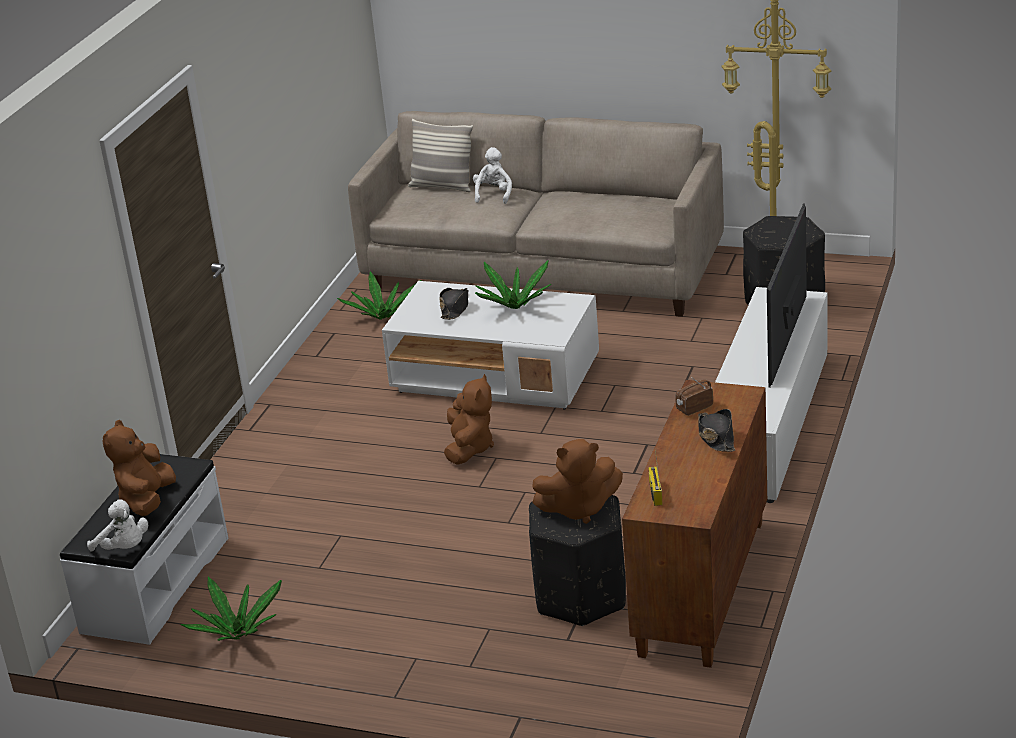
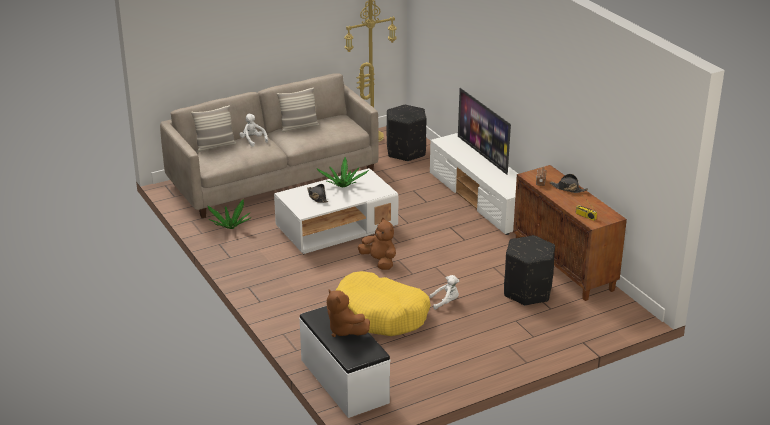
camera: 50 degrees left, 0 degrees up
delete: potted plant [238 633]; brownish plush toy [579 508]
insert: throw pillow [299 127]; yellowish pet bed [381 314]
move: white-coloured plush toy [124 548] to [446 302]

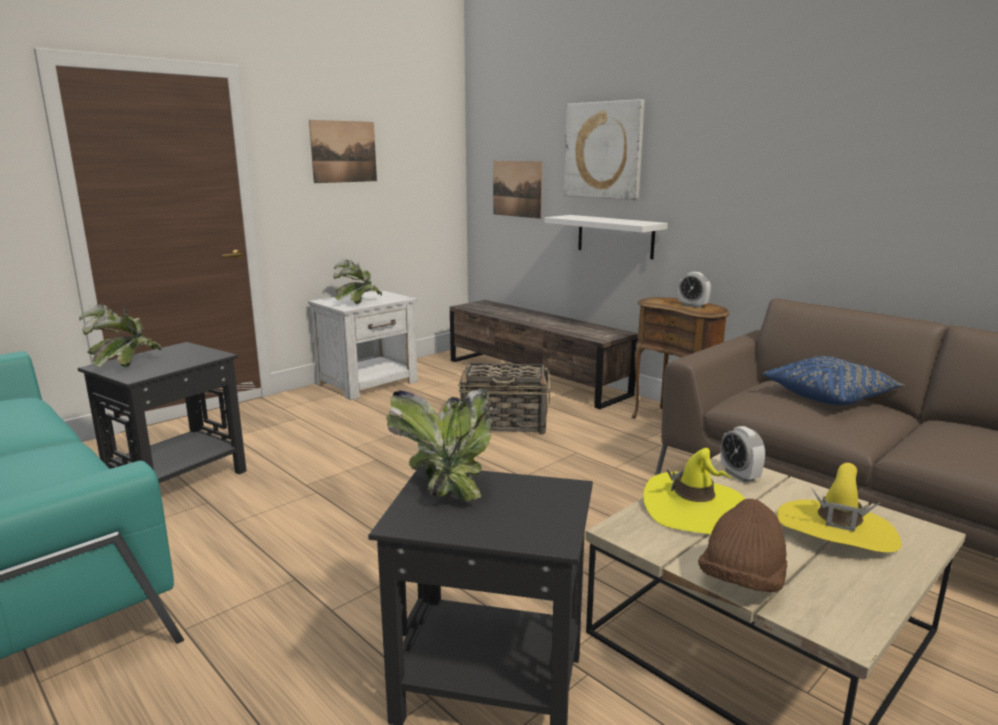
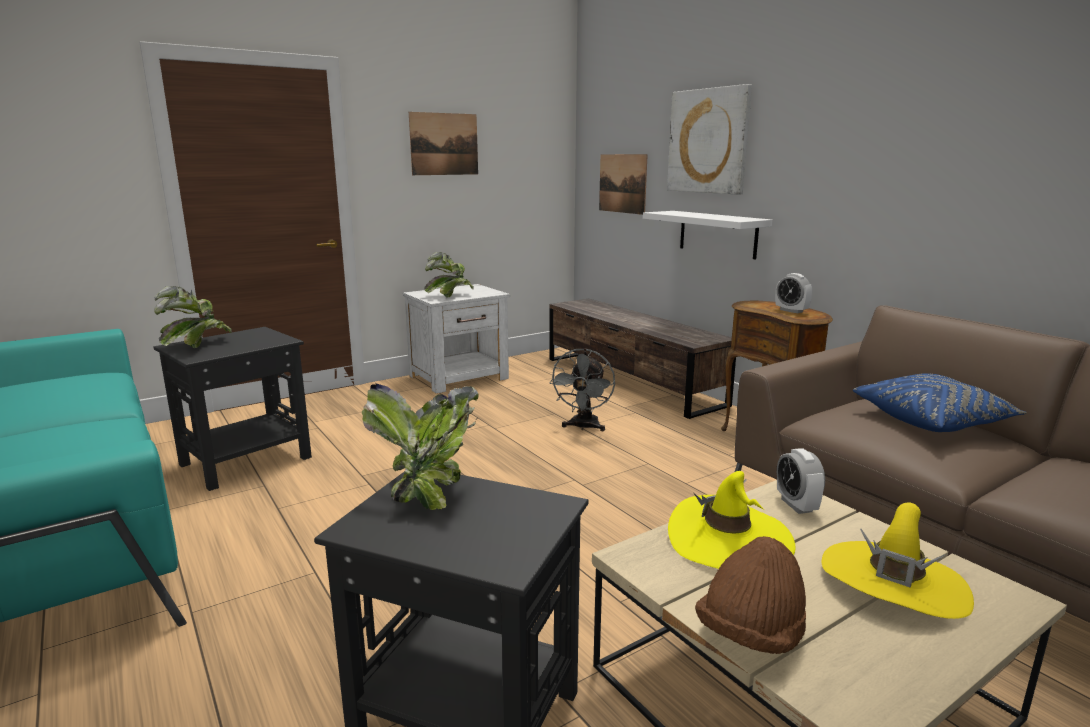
camera: 10 degrees right, 0 degrees up
replace: basket [506 423] to greyish electric fan [583 427]

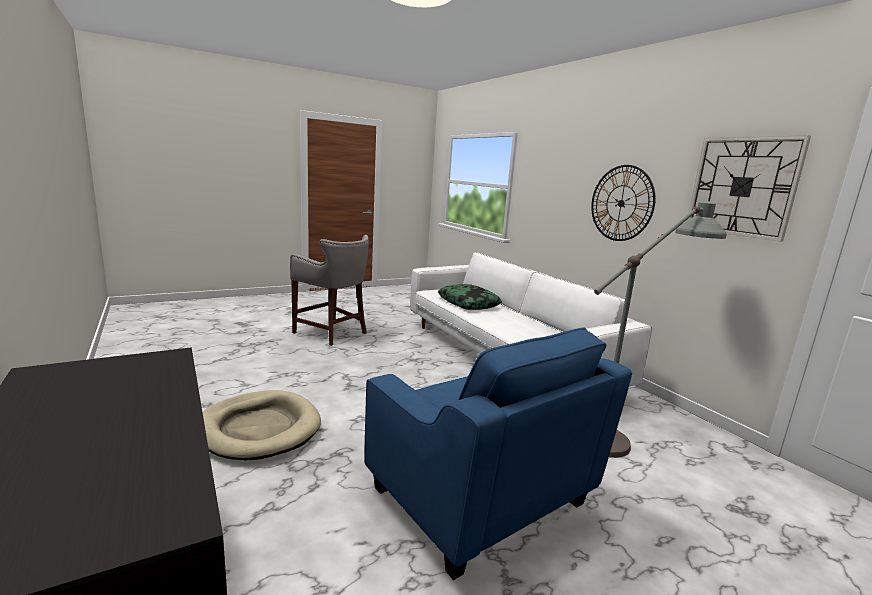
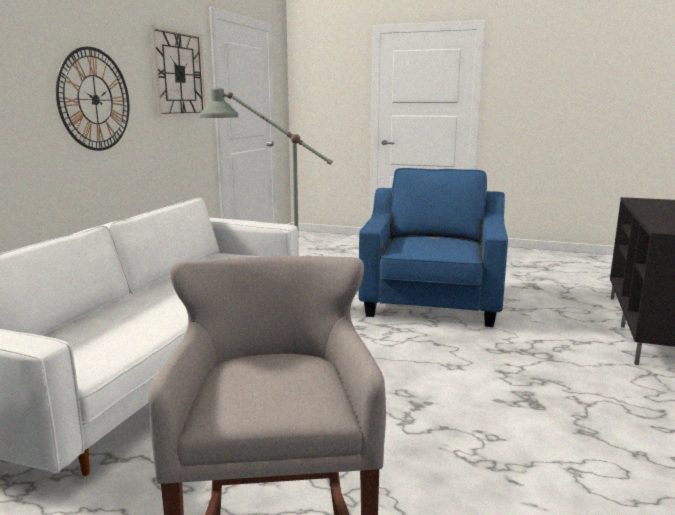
camera: 130 degrees left, 0 degrees up
delete: sand-coloured pet bed [259 428]; throw pillow [468 303]

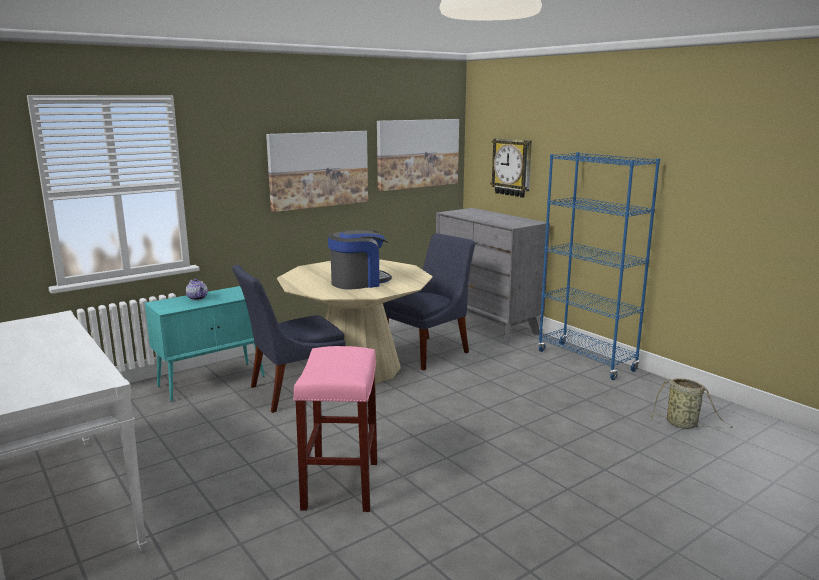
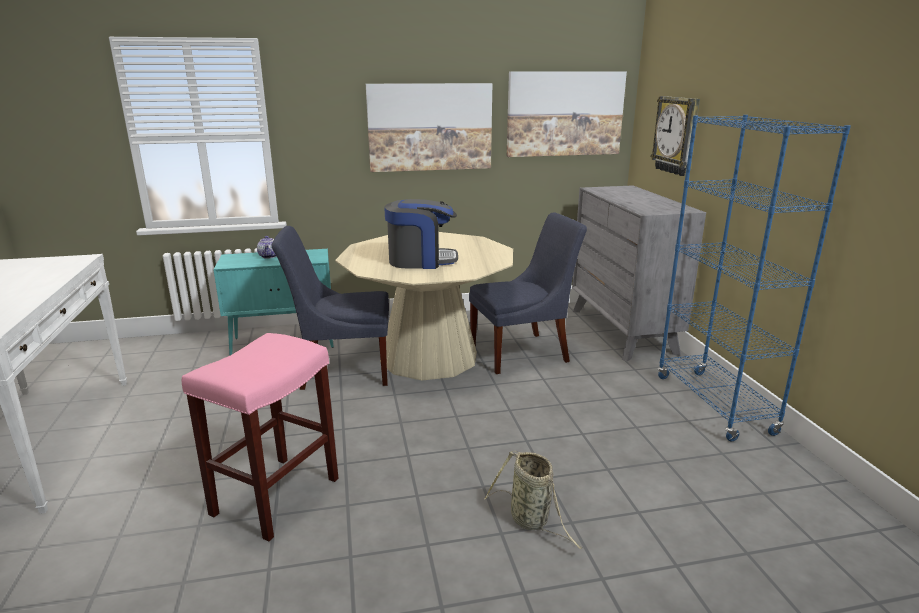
camera: 25 degrees right, 5 degrees up
move: basket [684 425] to [531 521]

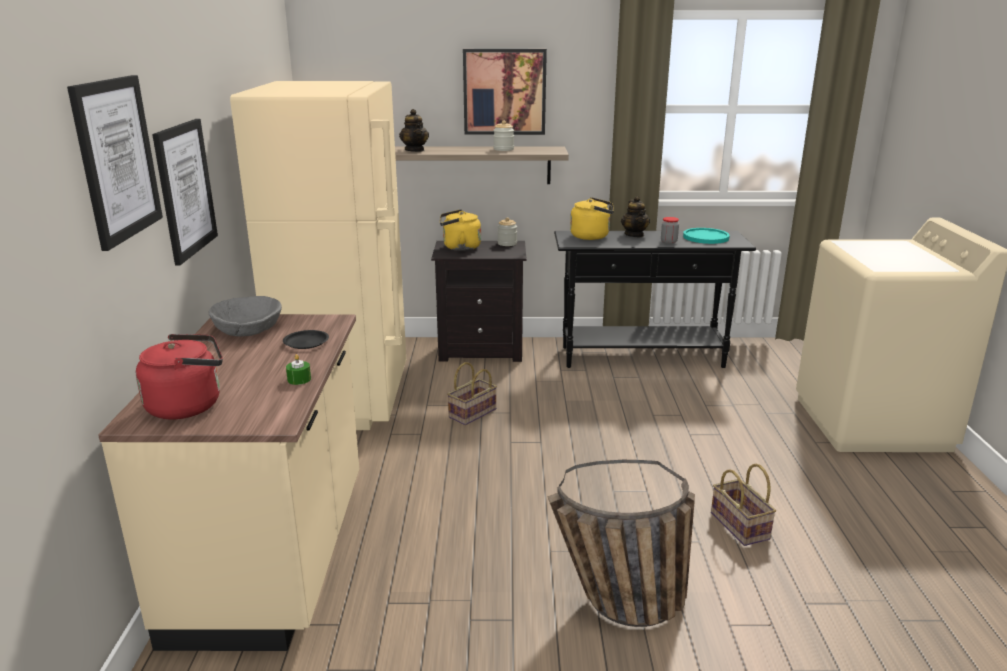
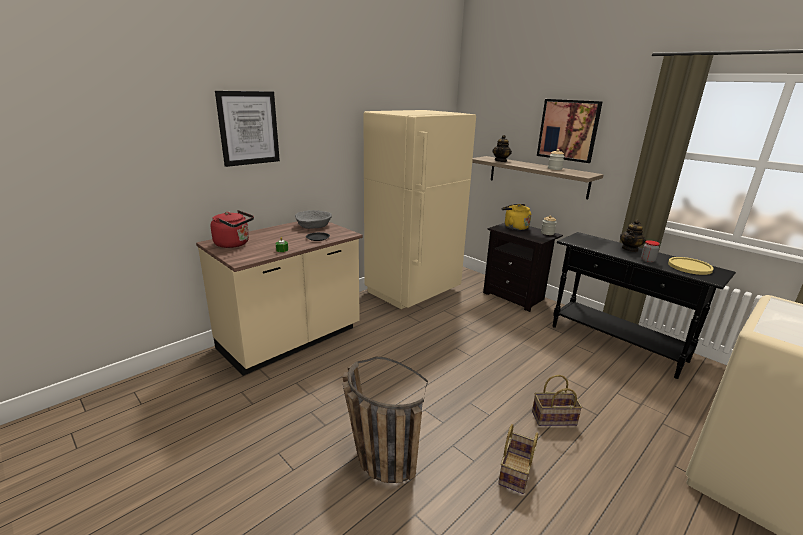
camera: 45 degrees right, 0 degrees up
delete: picture [185 189]; yellowish water kettle [592 236]
move: basket [472 414] to [553 419]
recolor: blue-green plate [705 237] to yellowish plate [689 267]

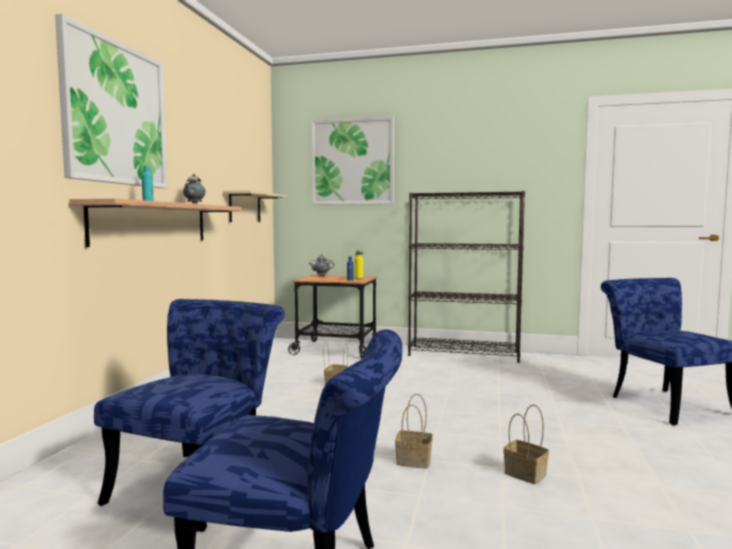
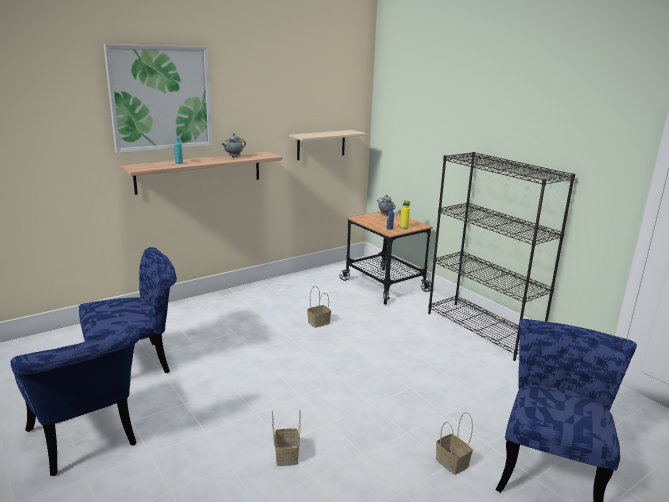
camera: 40 degrees right, 15 degrees up
delete: picture [352 162]
move: basket [415 461] to [453 463]

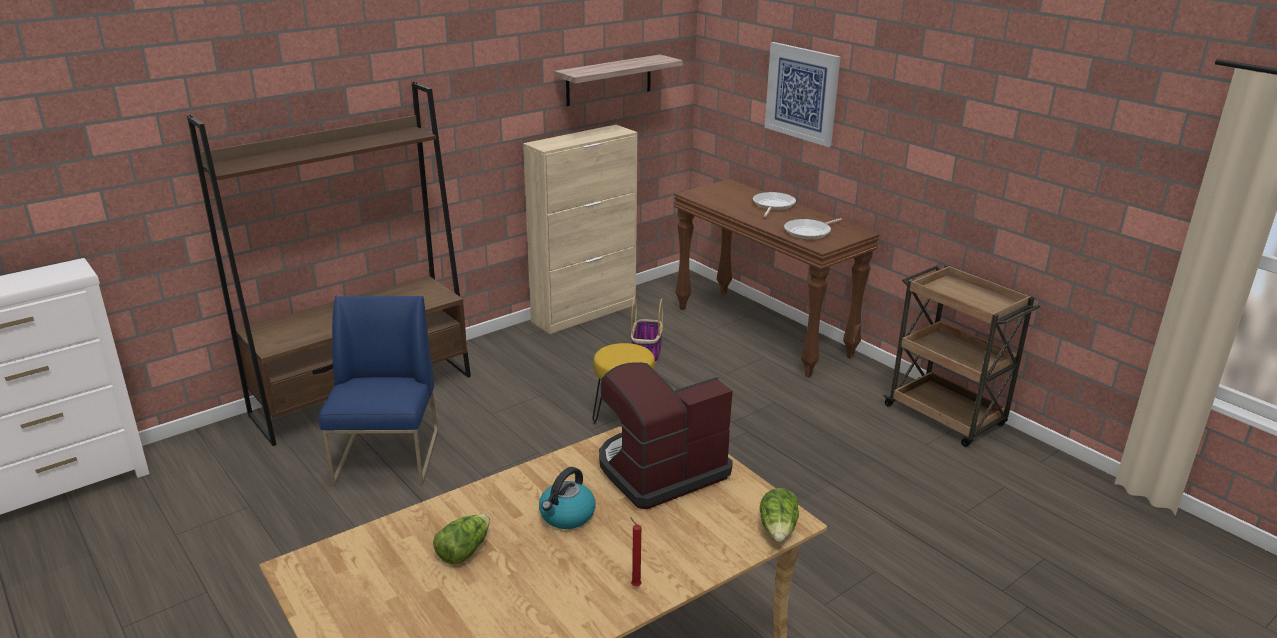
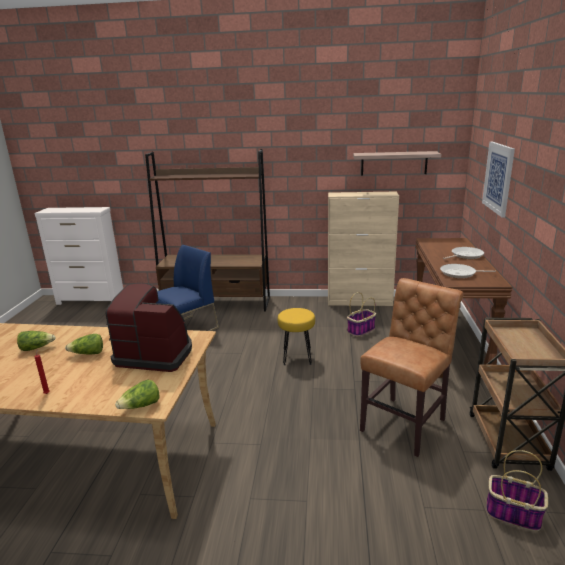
camera: 45 degrees right, 5 degrees down
insert: brownish plain chair [405 423]; basket [512 514]
replace: water kettle [566 516] to lettuce [88 354]

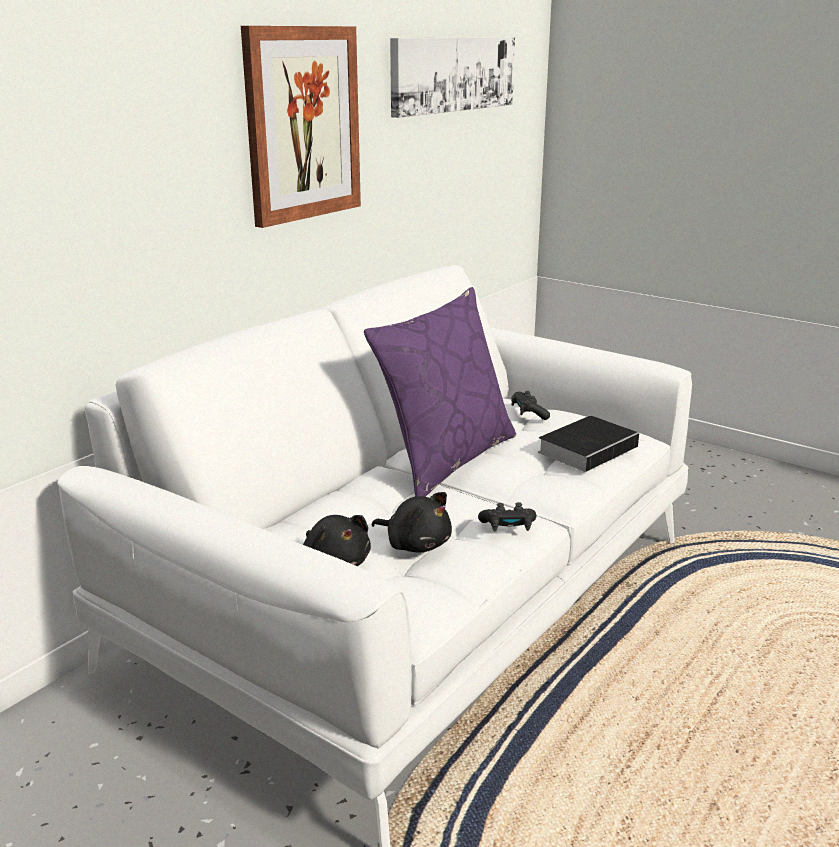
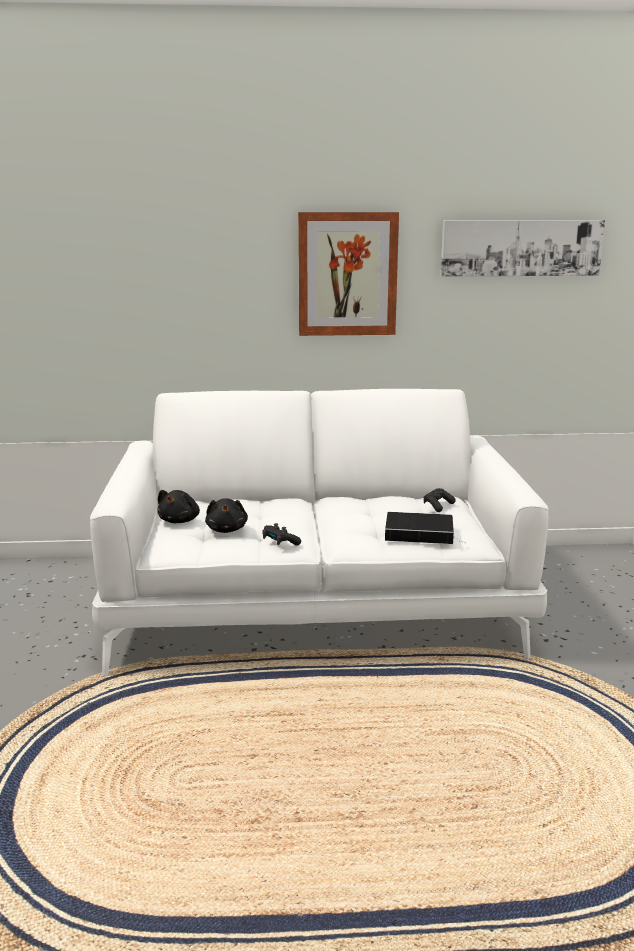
camera: 50 degrees right, 5 degrees down
delete: purple-coloured throw pillow [445 459]

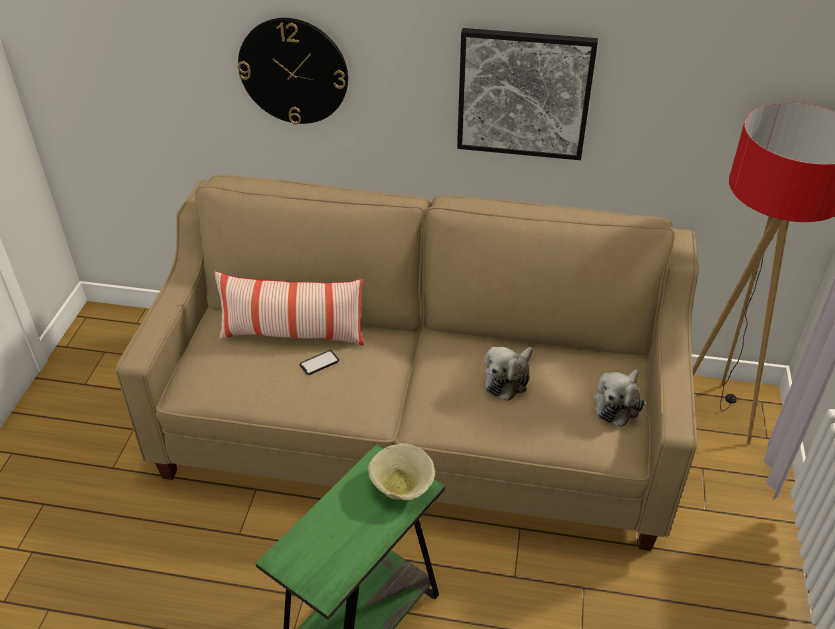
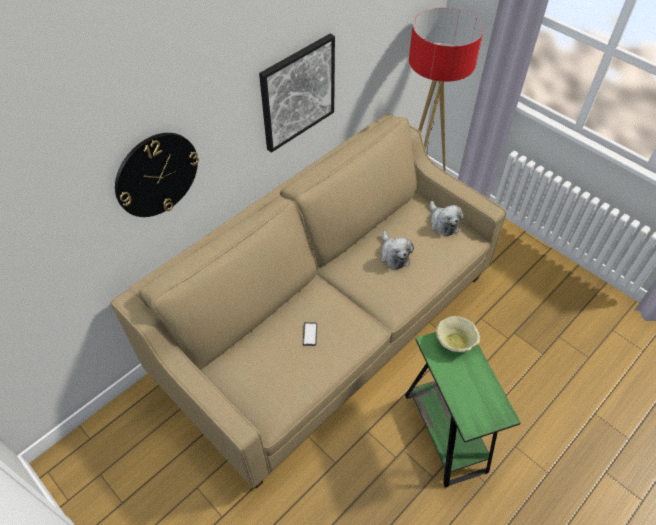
camera: 55 degrees left, 10 degrees up
delete: throw pillow [293 334]

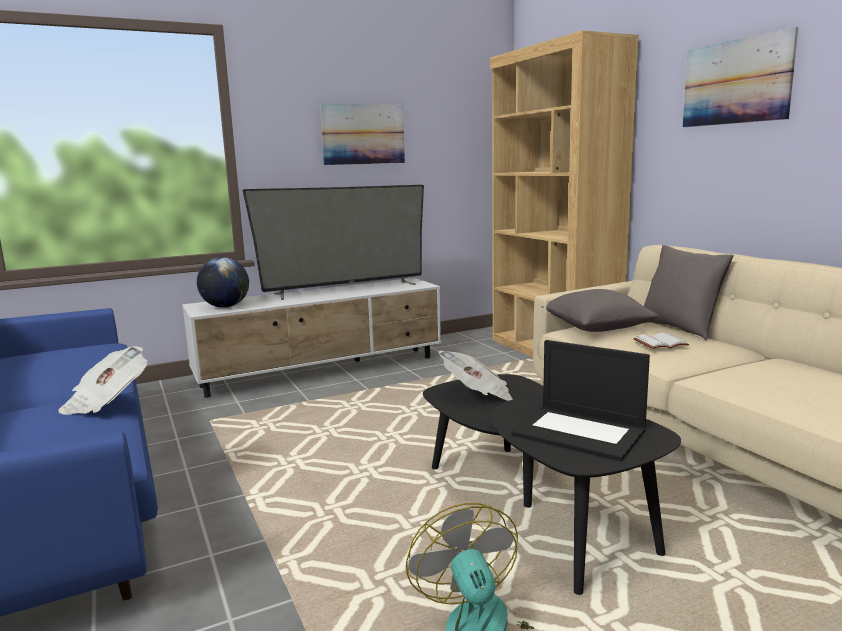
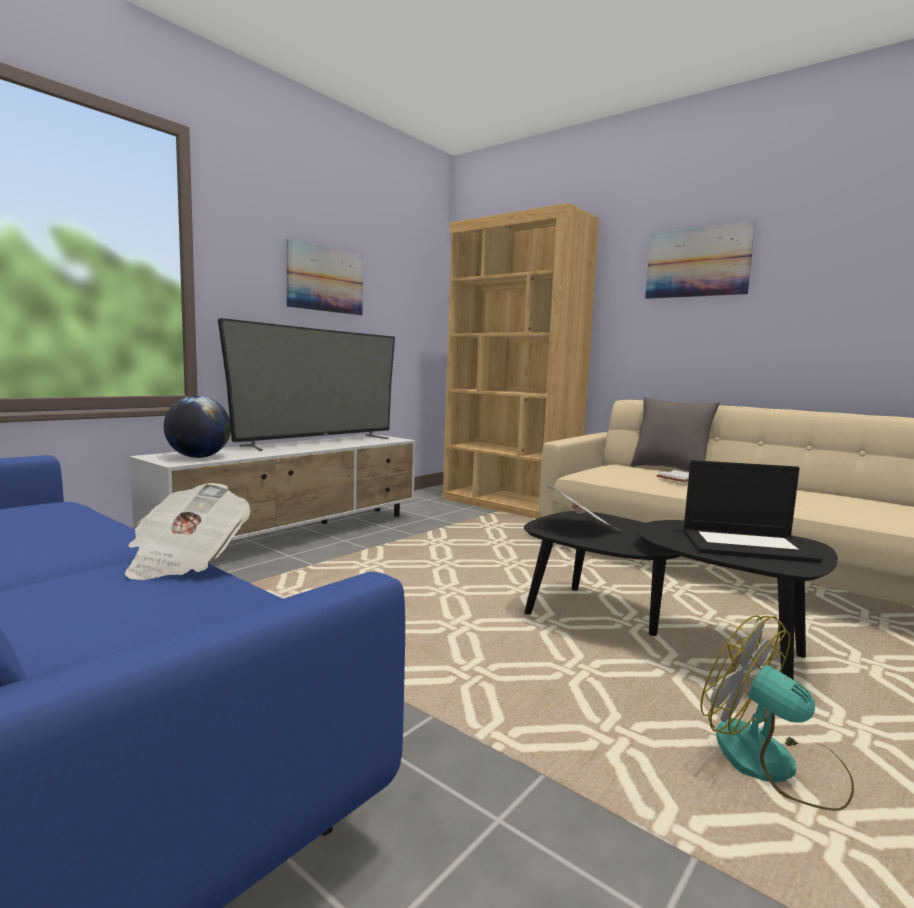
camera: 25 degrees left, 5 degrees down
delete: greyish throw pillow [596 328]

